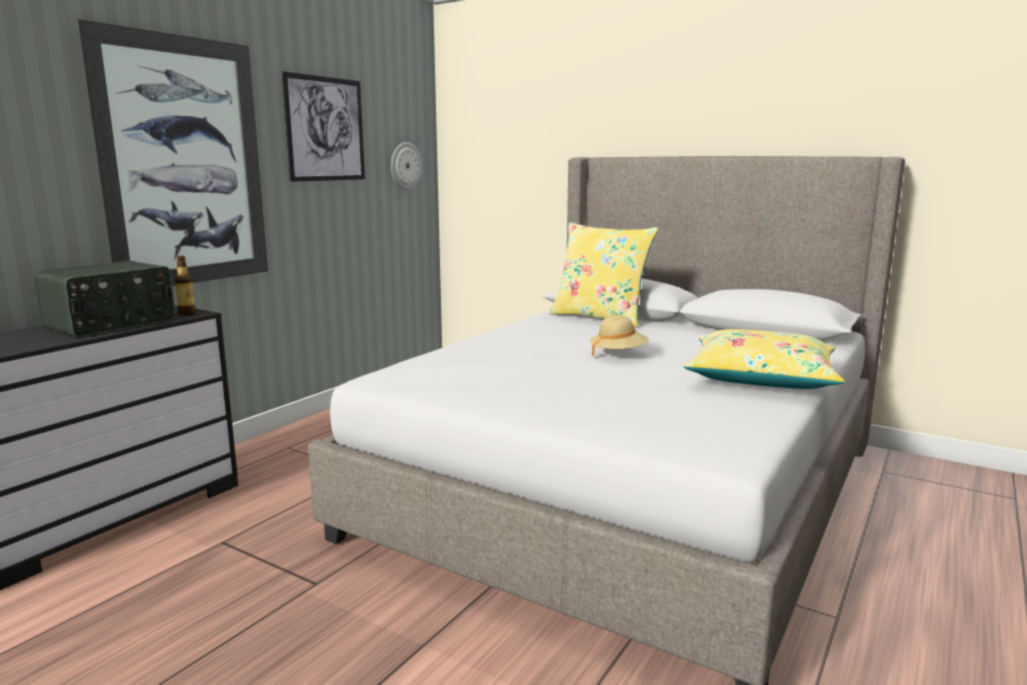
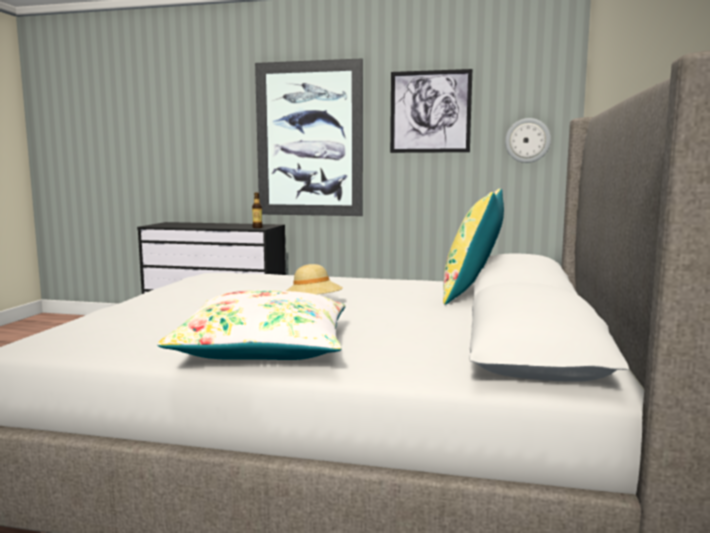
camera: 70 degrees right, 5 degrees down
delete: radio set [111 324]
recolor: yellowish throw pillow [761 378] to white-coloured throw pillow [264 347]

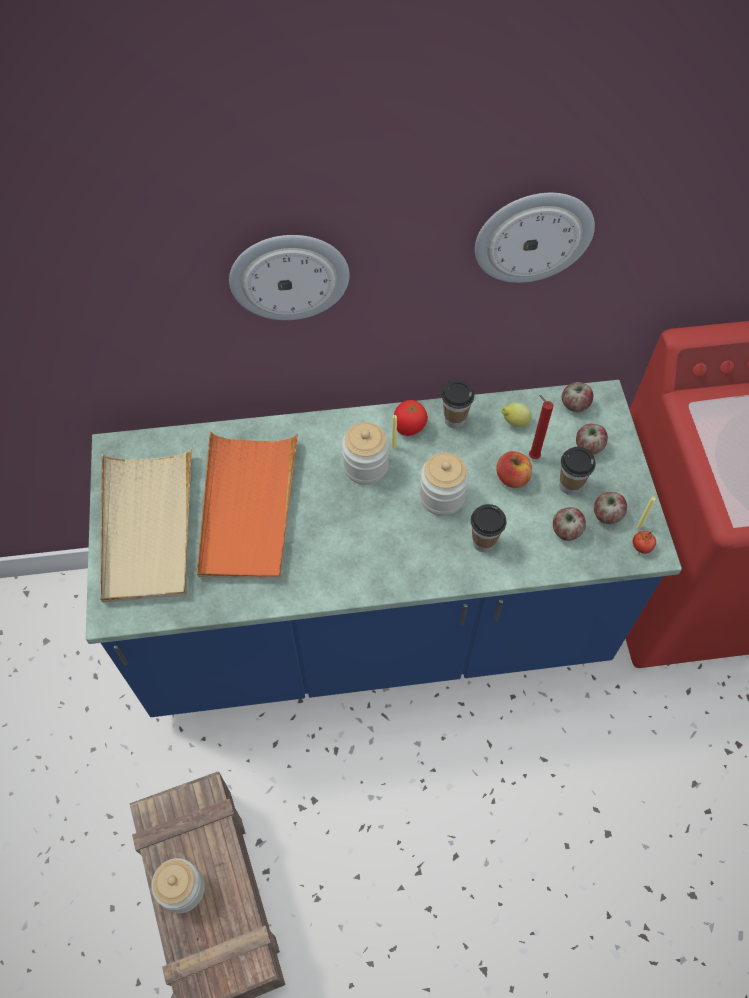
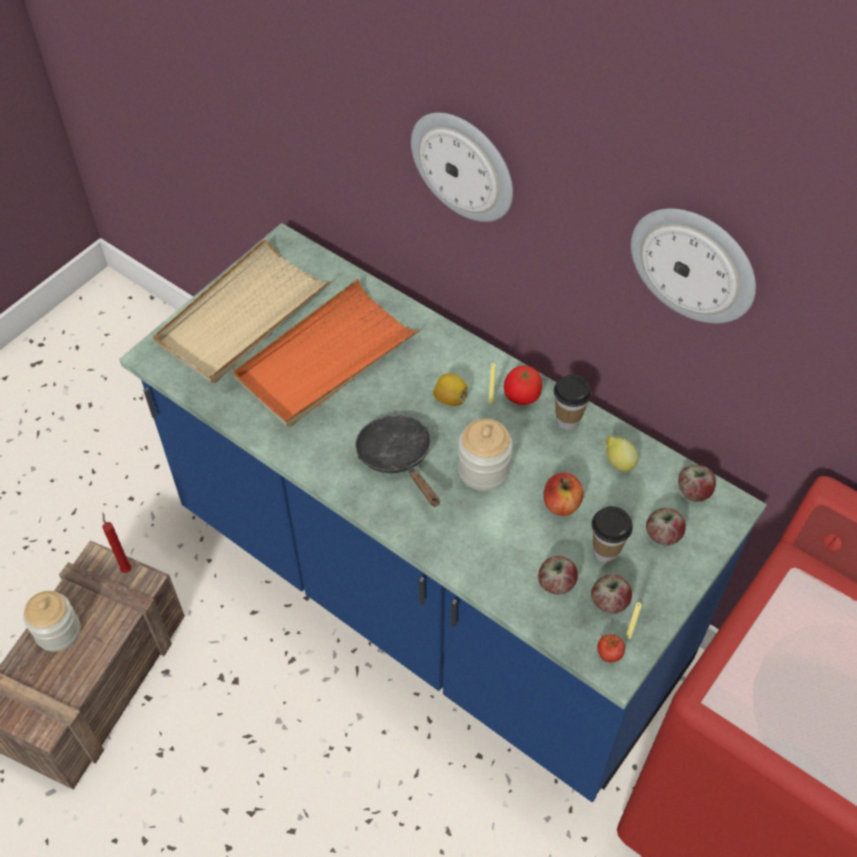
camera: 45 degrees right, 5 degrees down
delete: cup [483 542]
insert: blackish frying pan [398 458]
move: red wax candle [532 456] to [126 568]
replace: jar [365 466] to citrus fruit [450 399]

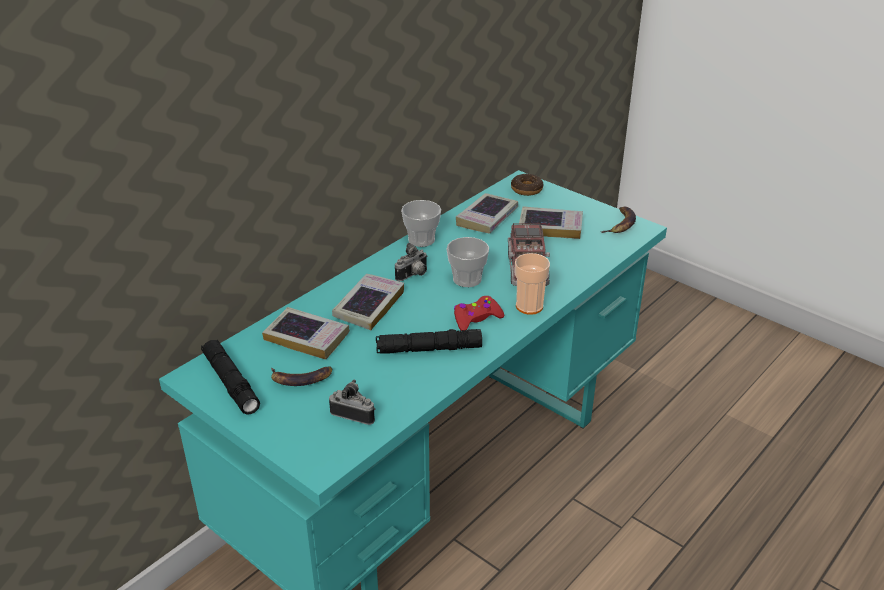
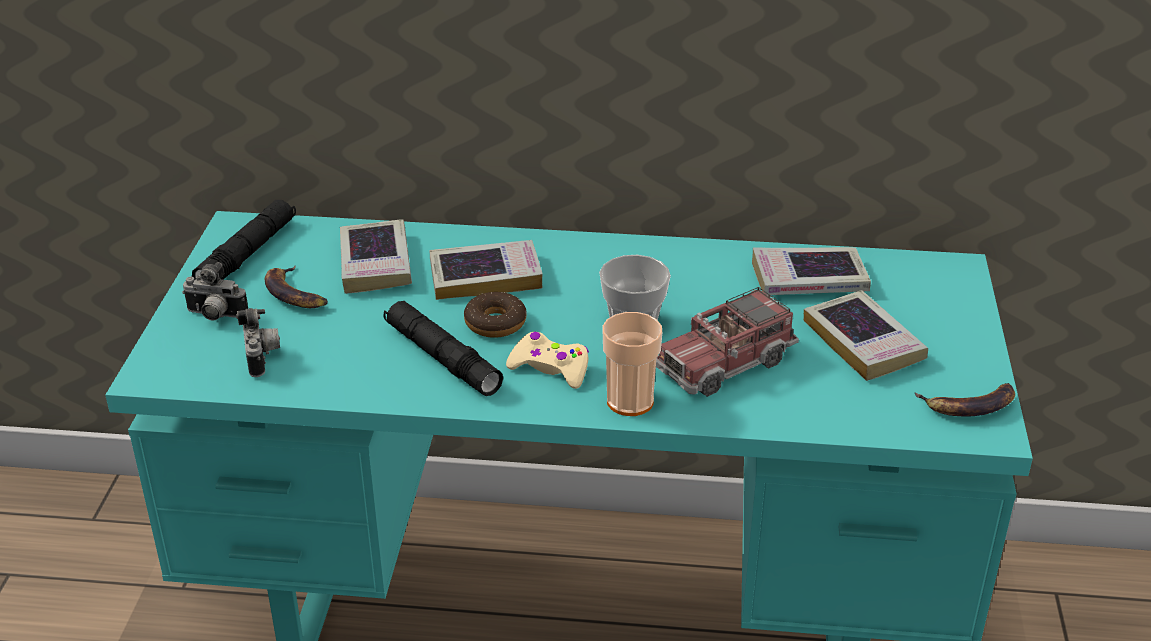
camera: 55 degrees right, 0 degrees up
delete: cup [421 240]
move: still camera [413 275] to [215 316]; donut [526 189] to [495 323]
recolor: red joypad [476 318] to sand-coloured joypad [550 368]

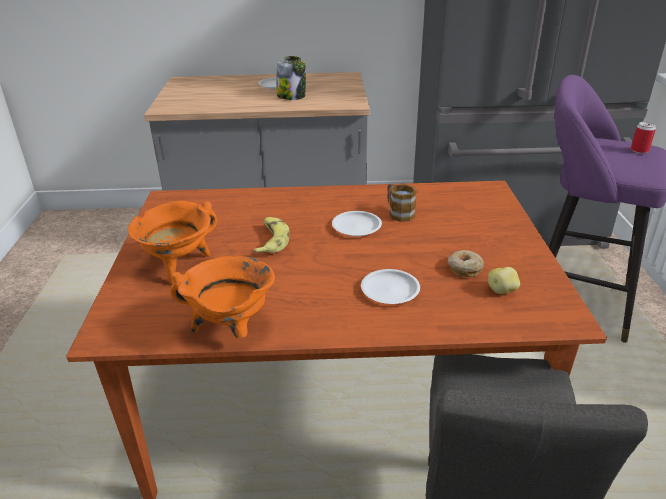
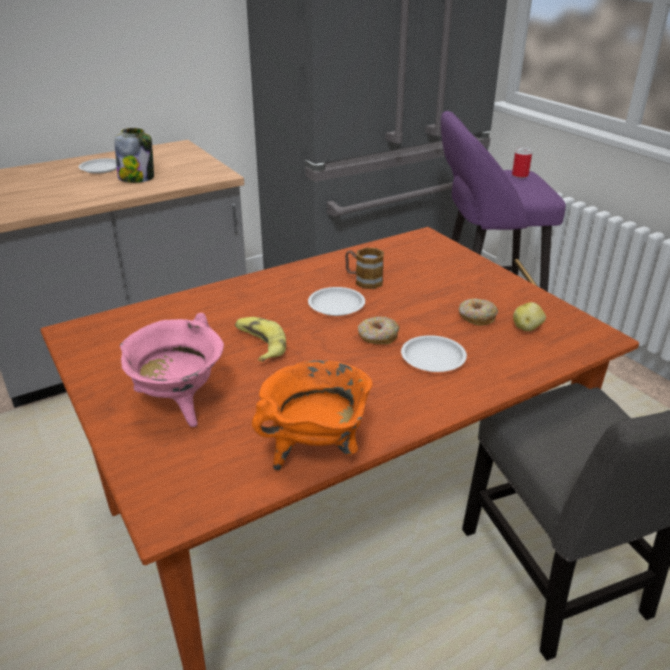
camera: 30 degrees left, 0 degrees up
insert: donut [377 337]
recolor: orangey stockpot [179 266] to pink stockpot [180 404]

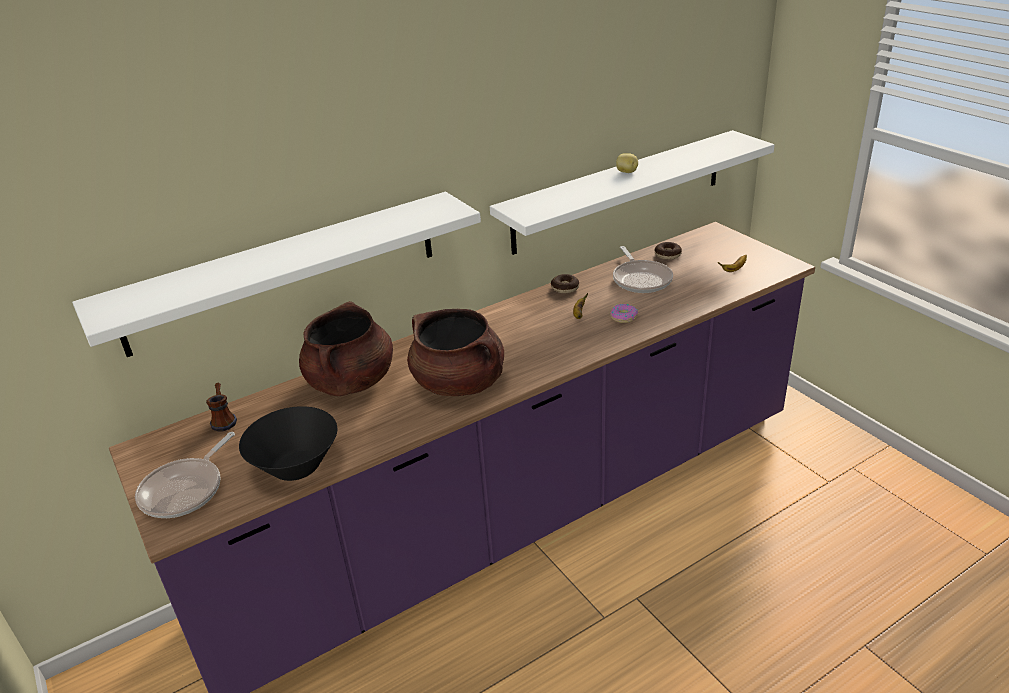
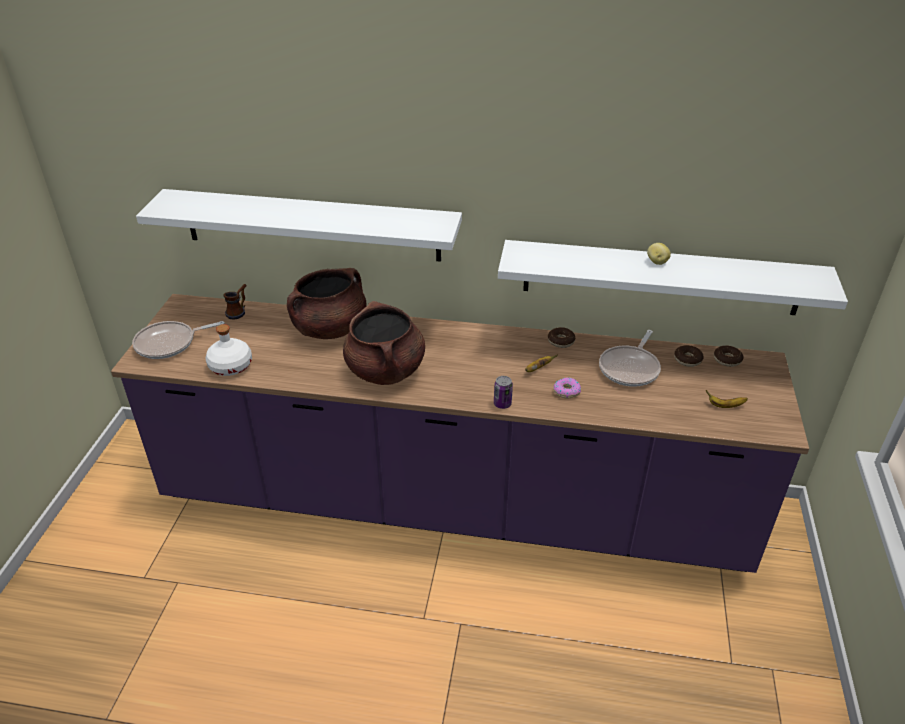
camera: 40 degrees right, 5 degrees up
insert: can [502 404]; donut [727 360]
replace: blackish deep dish [296 466] to white-coloured drink bottle [231 366]

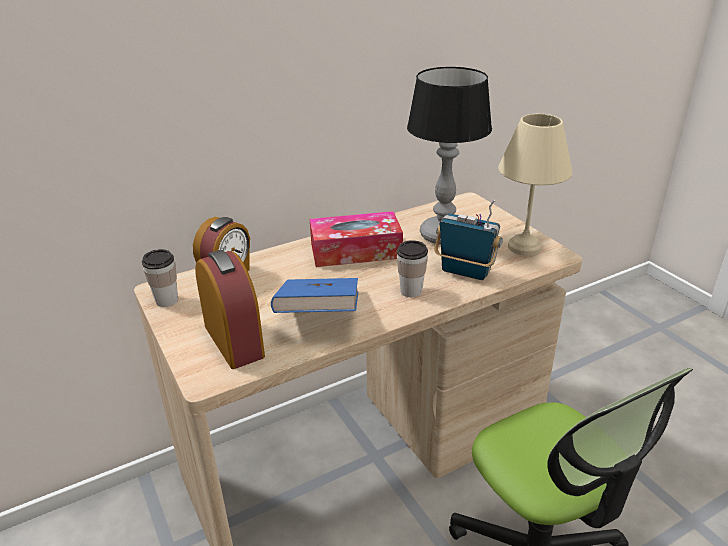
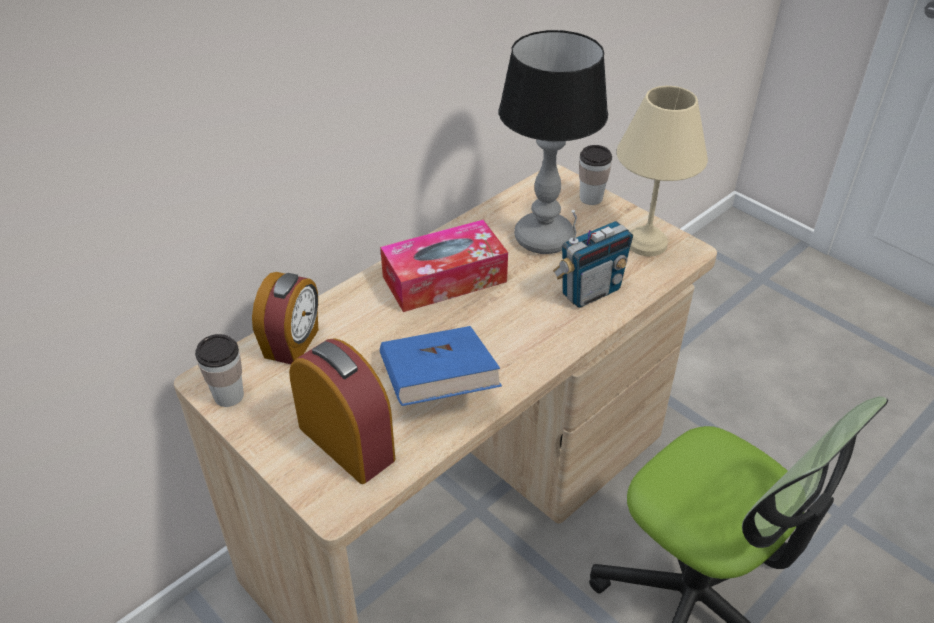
camera: 15 degrees left, 10 degrees up
move: cup [411 291] to [591 198]
rotate: radio set [465 272] = [590 292] 135 degrees clockwise

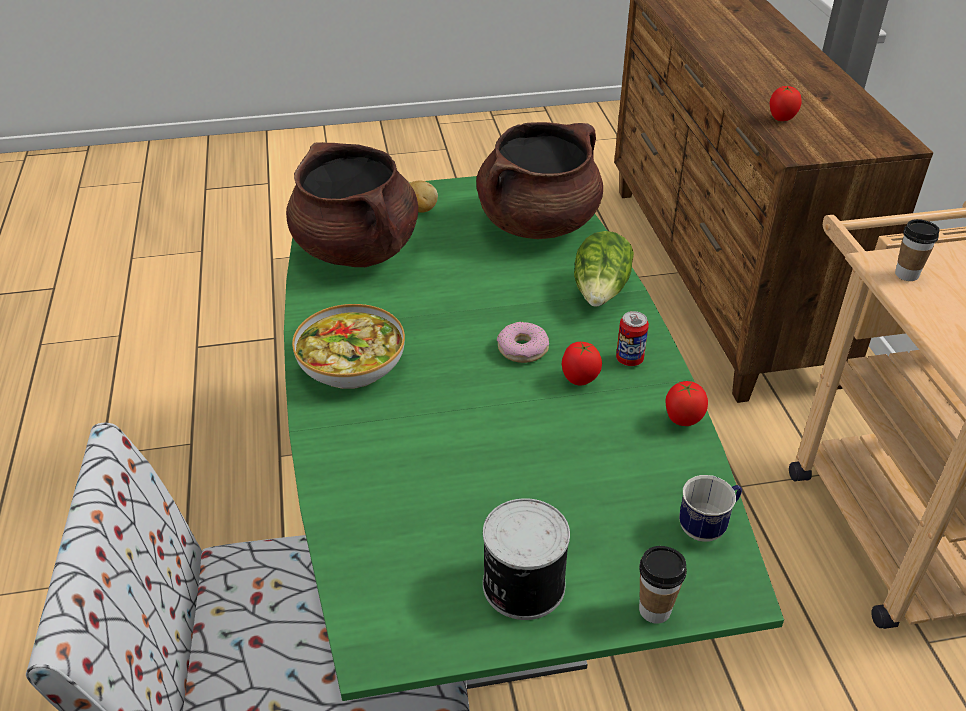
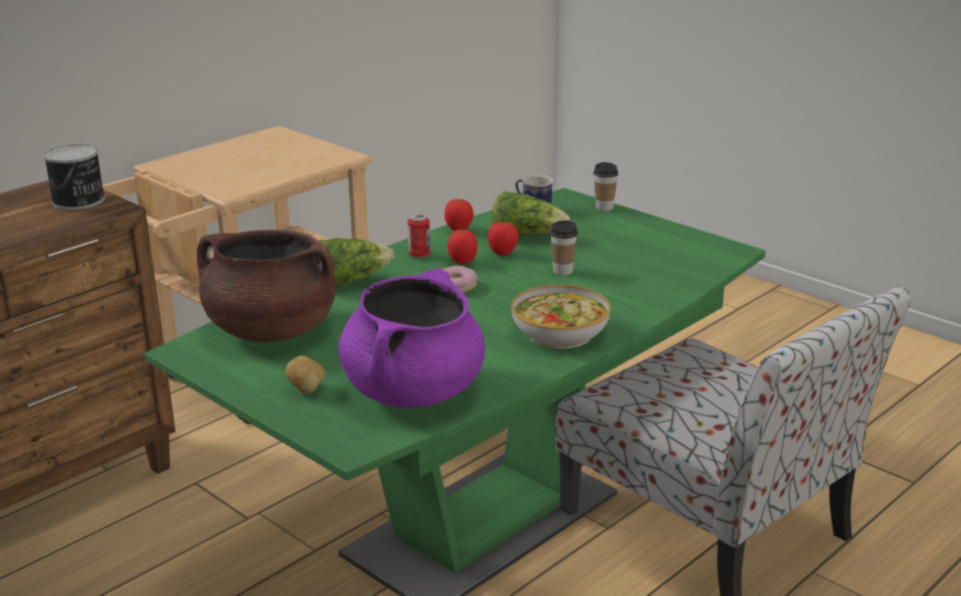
camera: 125 degrees left, 15 degrees down
insert: lettuce [526 236]
move: can [521 585] to [79 201]; tomato [781 119] to [502 254]; cup [906 274] to [562 271]
recolor: brownish stockpot [357 250] to purple-coloured stockpot [414 392]

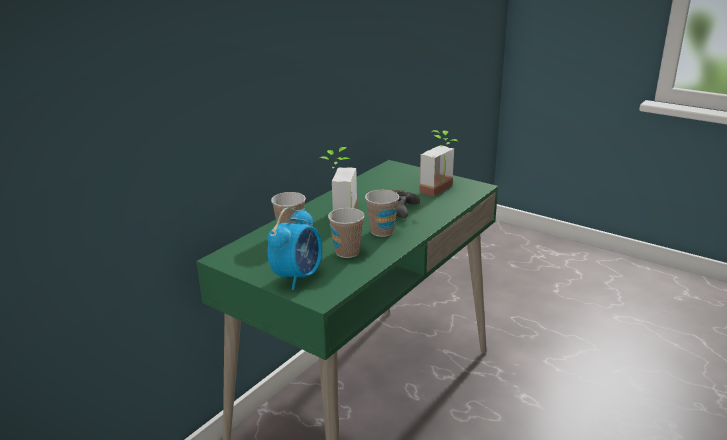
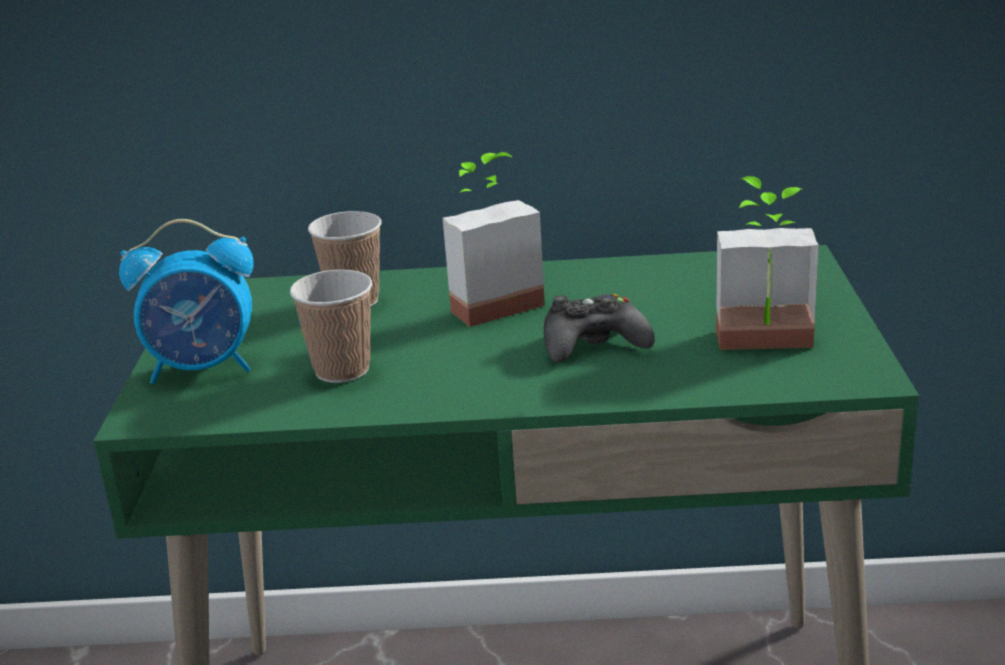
camera: 55 degrees right, 0 degrees up
delete: cup [382 231]

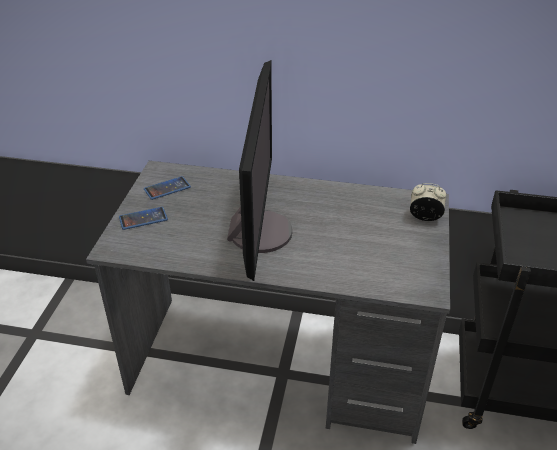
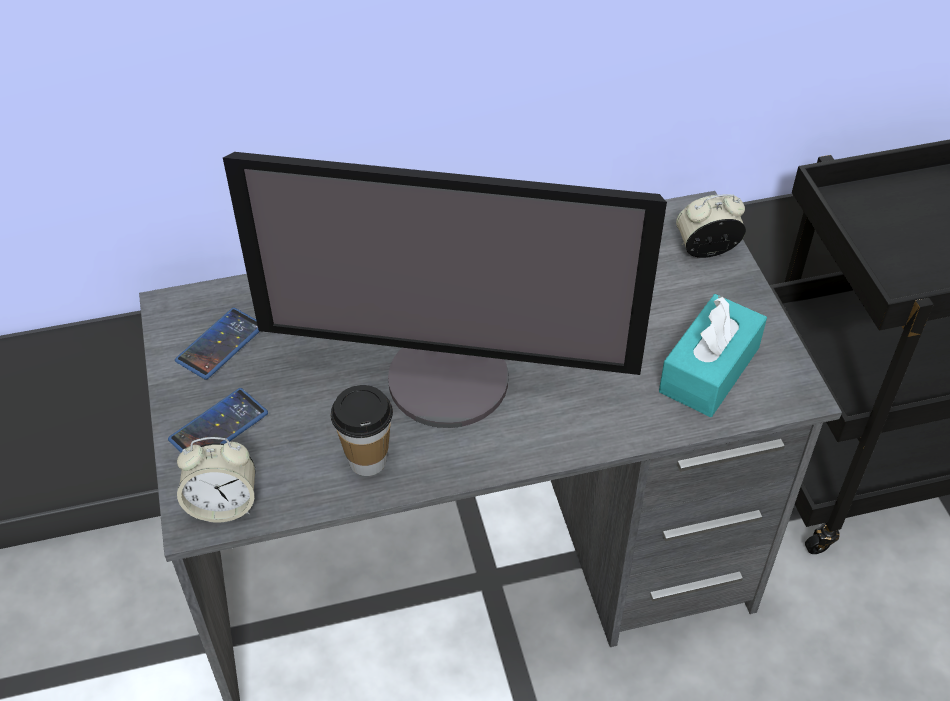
camera: 25 degrees left, 10 degrees up
insert: alarm clock [223 504]; cup [367 460]; blue-green tissue holder [709 370]
rotate: monitor [259 231] = [451 377] 120 degrees clockwise

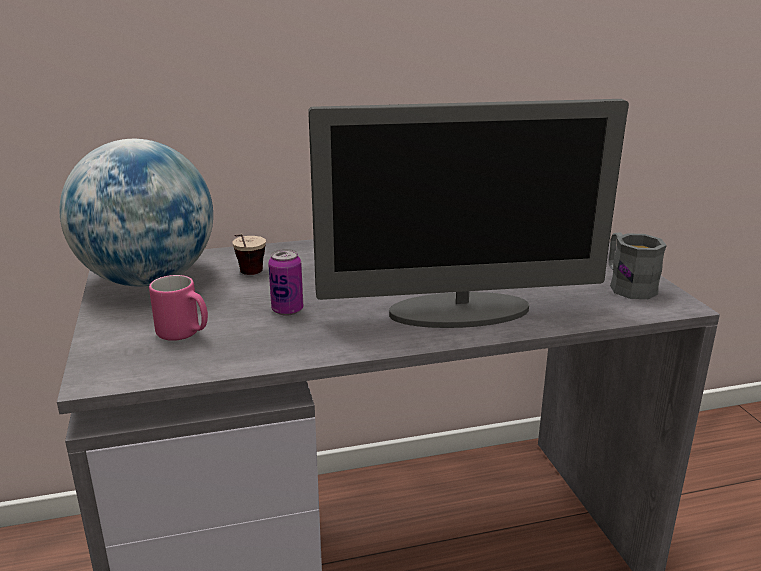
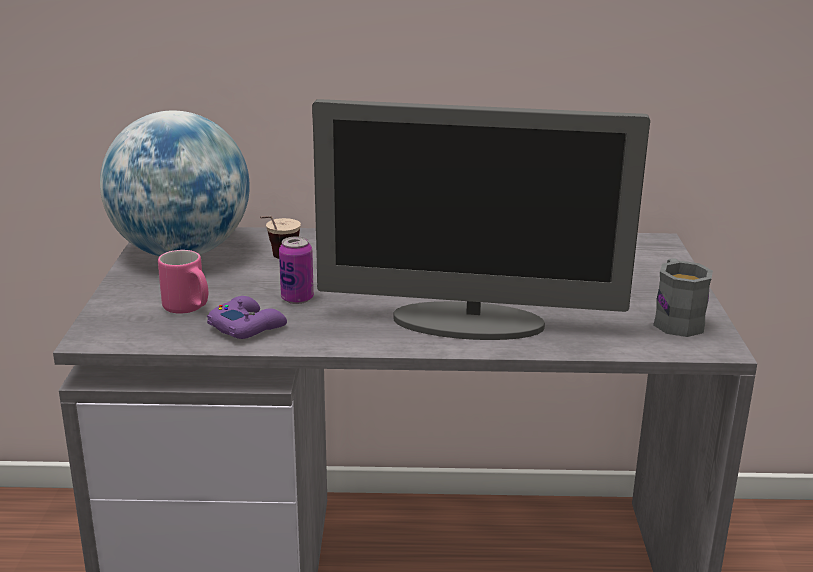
camera: 15 degrees right, 0 degrees up
insert: purple-coloured joypad [247 326]

